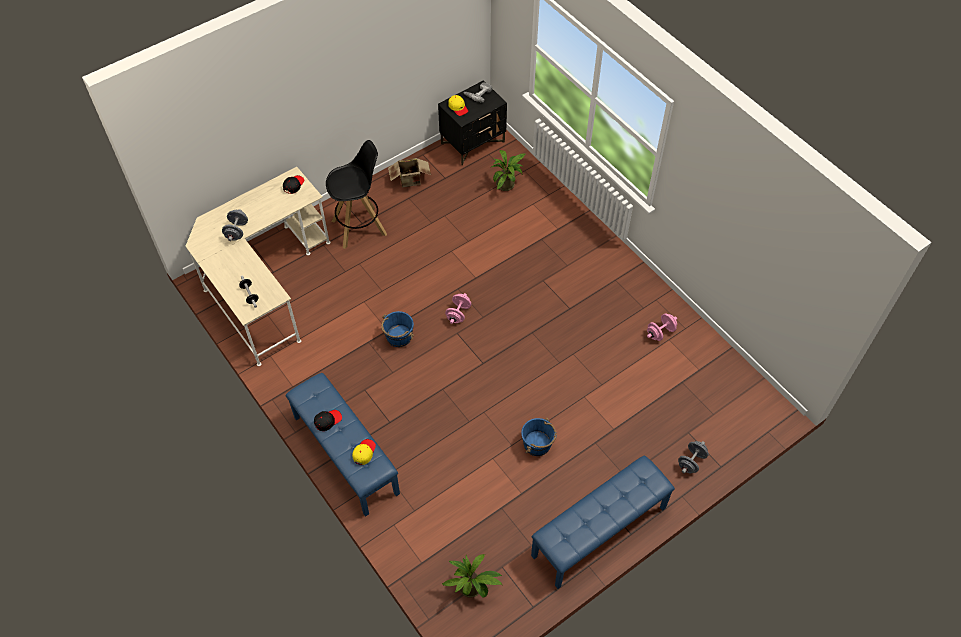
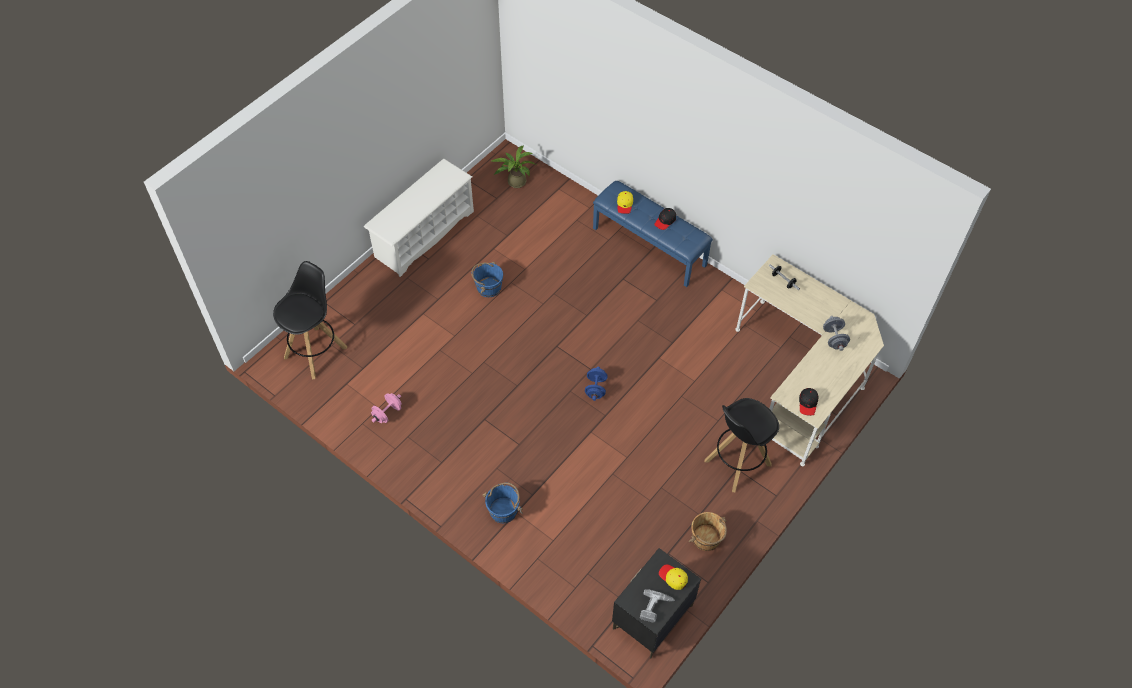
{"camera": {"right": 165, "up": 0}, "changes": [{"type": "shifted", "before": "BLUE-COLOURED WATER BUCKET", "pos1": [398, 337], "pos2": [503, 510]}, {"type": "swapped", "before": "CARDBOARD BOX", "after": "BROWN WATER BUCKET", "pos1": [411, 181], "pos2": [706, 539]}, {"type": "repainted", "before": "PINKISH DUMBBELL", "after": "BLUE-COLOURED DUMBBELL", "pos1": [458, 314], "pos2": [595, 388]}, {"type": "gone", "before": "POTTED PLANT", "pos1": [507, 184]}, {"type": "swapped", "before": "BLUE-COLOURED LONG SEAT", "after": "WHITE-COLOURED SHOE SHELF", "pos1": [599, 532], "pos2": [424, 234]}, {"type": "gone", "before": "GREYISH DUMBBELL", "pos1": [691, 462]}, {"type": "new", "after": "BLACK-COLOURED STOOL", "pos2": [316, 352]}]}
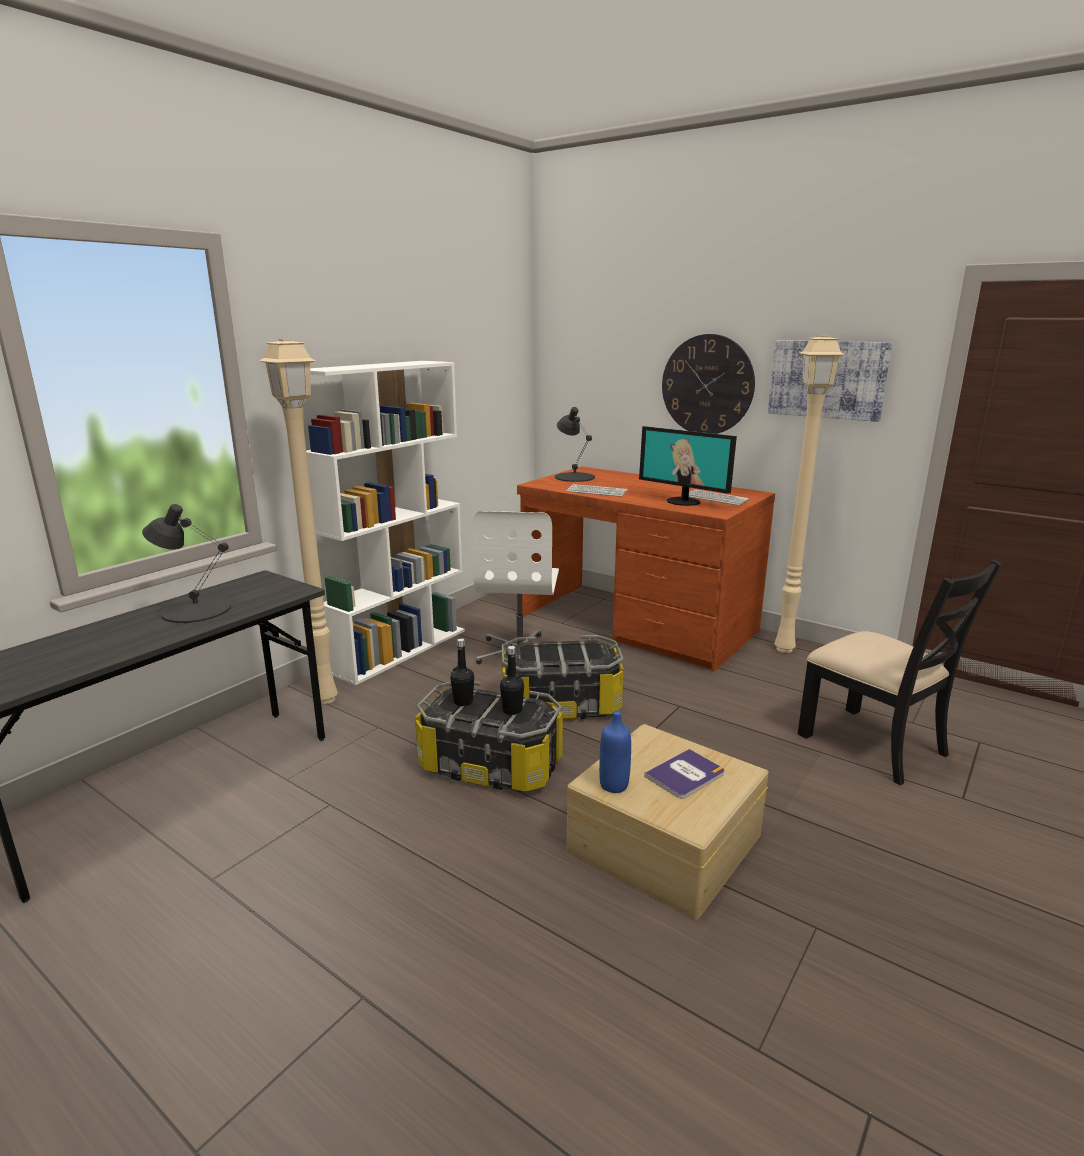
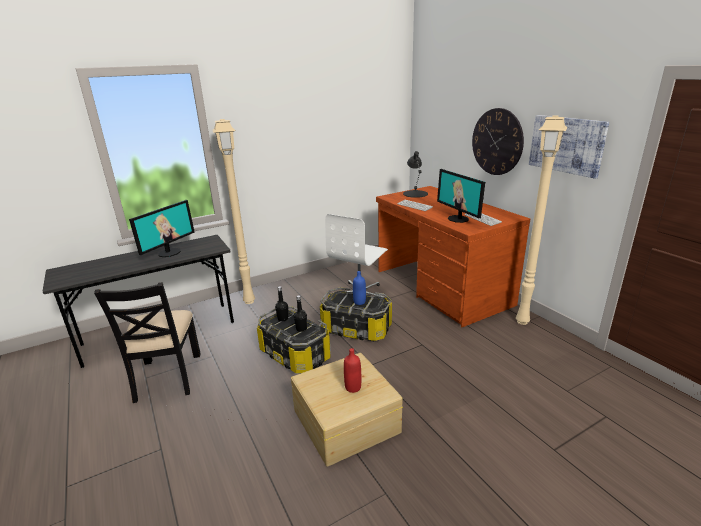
{"camera": {"right": 25, "up": 5}, "changes": [{"type": "swapped", "before": "BLACK-COLOURED TABLE LAMP", "after": "MONITOR", "pos1": [195, 610], "pos2": [169, 252]}, {"type": "gone", "before": "WHITE-COLOURED BOOKCASE", "pos1": [399, 650]}, {"type": "shifted", "before": "BLUE-COLOURED BEVERAGE BOTTLE", "pos1": [614, 785], "pos2": [359, 302]}, {"type": "swapped", "before": "BOOK", "after": "REDDISH BEVERAGE BOTTLE", "pos1": [685, 775], "pos2": [353, 387]}, {"type": "shifted", "before": "BLACK-COLOURED PLAIN CHAIR", "pos1": [874, 744], "pos2": [167, 377]}]}
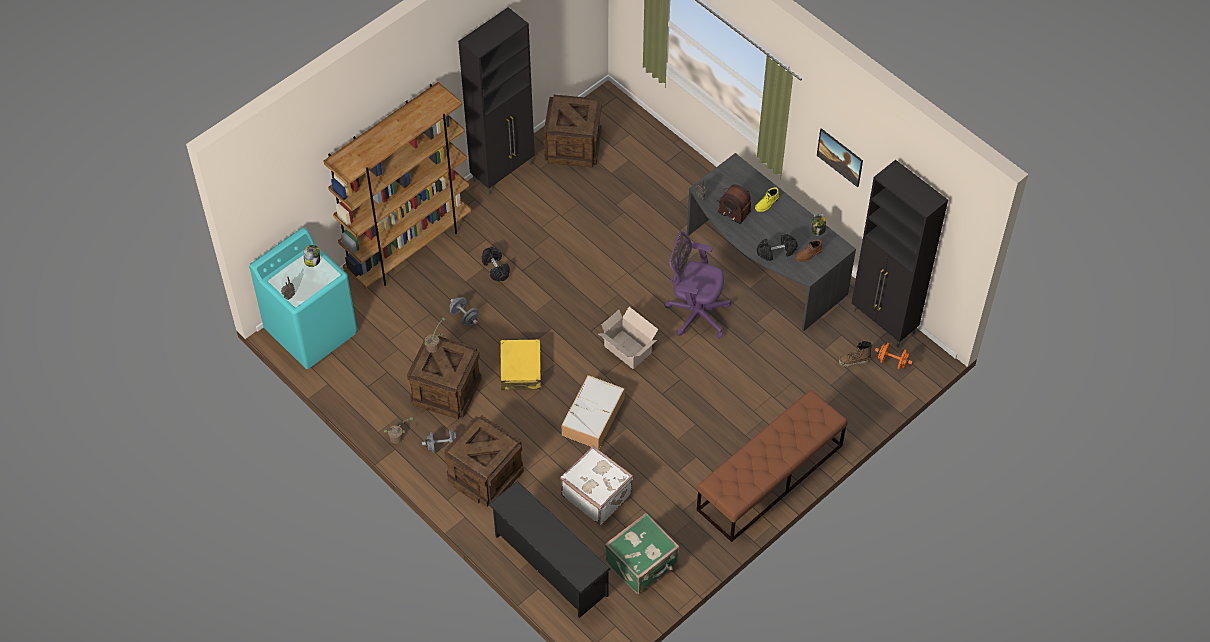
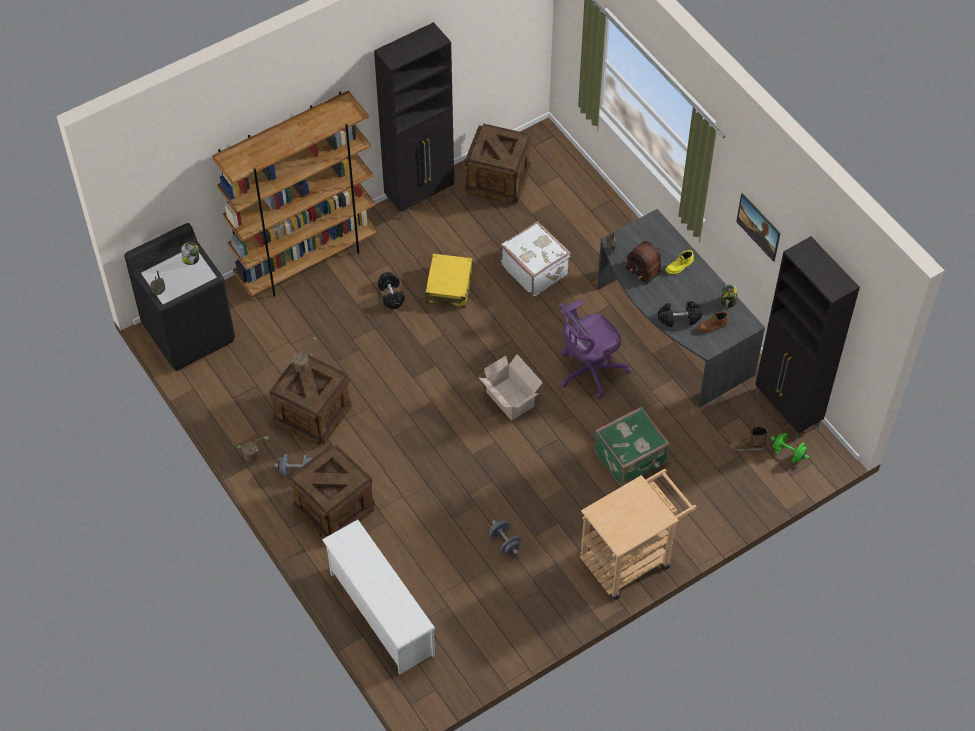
{"camera": {"right": 10, "up": 0}, "changes": [{"type": "repainted", "before": "TURQUOISE WASHING MACHINE", "after": "BLACK-COLOURED WASHING MACHINE", "pos1": [312, 331], "pos2": [189, 332]}, {"type": "shifted", "before": "GREYISH DUMBBELL", "pos1": [464, 317], "pos2": [505, 542]}, {"type": "repainted", "before": "BLACK-COLOURED SHOE SHELF", "after": "WHITE-COLOURED SHOE SHELF", "pos1": [549, 565], "pos2": [380, 614]}, {"type": "shifted", "before": "YELLOWISH SUITCASE", "pos1": [521, 370], "pos2": [449, 286]}, {"type": "shifted", "before": "WHITE-COLOURED SUITCASE", "pos1": [597, 494], "pos2": [535, 270]}, {"type": "gone", "before": "STORAGE BOX", "pos1": [593, 418]}, {"type": "shifted", "before": "GREEN SUITCASE", "pos1": [643, 564], "pos2": [631, 458]}, {"type": "rotated", "before": "PURPLE-COLOURED OFFICE CHAIR", "pos1": [695, 313], "pos2": [588, 371], "turn": -60}, {"type": "swapped", "before": "BROWN LONG SEAT", "after": "BEIGE-COLOURED CART", "pos1": [769, 478], "pos2": [631, 557]}, {"type": "repainted", "before": "ORANGE DUMBBELL", "after": "GREEN DUMBBELL", "pos1": [892, 361], "pos2": [788, 453]}]}
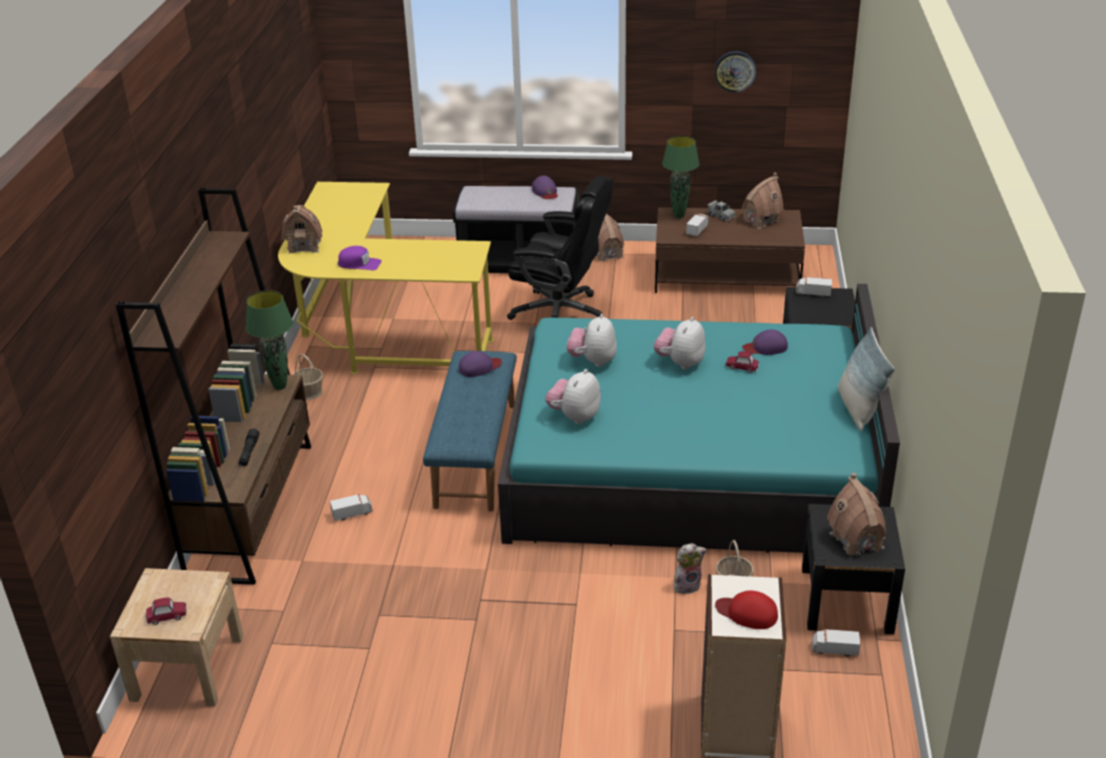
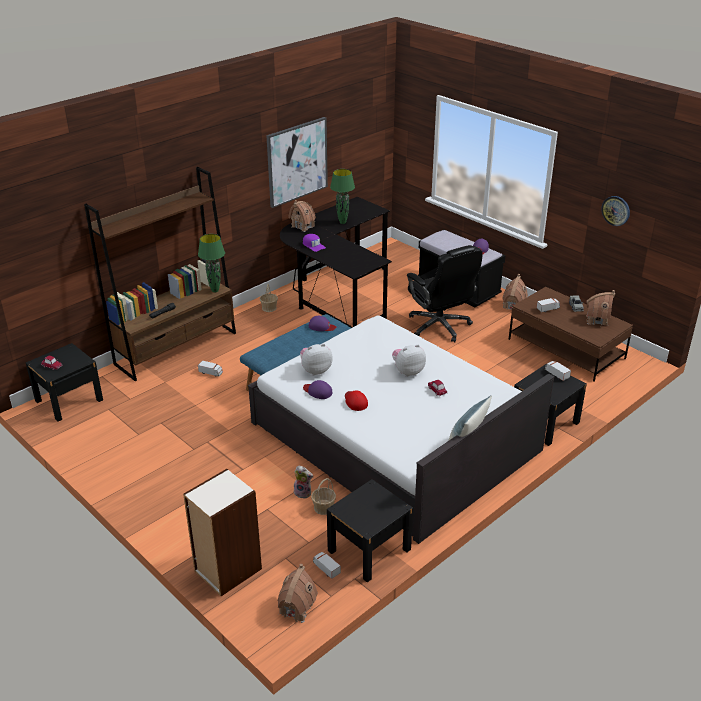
{"camera": {"right": 40, "up": 0}, "changes": [{"type": "repainted", "before": "BEIGE-COLOURED BEDSIDE TABLE", "after": "BLACK-COLOURED BEDSIDE TABLE", "pos1": [187, 668], "pos2": [69, 400]}, {"type": "repainted", "before": "YELLOWISH DESK TABLE", "after": "BLACK-COLOURED DESK TABLE", "pos1": [378, 333], "pos2": [337, 294]}, {"type": "repainted", "before": "TURQUOISE SLEEPING BED", "after": "WHITE-COLOURED SLEEPING BED", "pos1": [691, 462], "pos2": [394, 436]}, {"type": "gone", "before": "SOFT TOY", "pos1": [593, 361]}, {"type": "shifted", "before": "GREEN TABLE LAMP", "pos1": [679, 216], "pos2": [343, 222]}, {"type": "shifted", "before": "REDDISH BASEBALL CAP", "pos1": [747, 612], "pos2": [355, 401]}, {"type": "shifted", "before": "PURPLE-COLOURED BASEBALL CAP", "pos1": [765, 347], "pos2": [317, 391]}, {"type": "shifted", "before": "TOY HOUSE", "pos1": [856, 540], "pos2": [296, 608]}, {"type": "new", "after": "WALL ART", "pos2": [297, 161]}]}
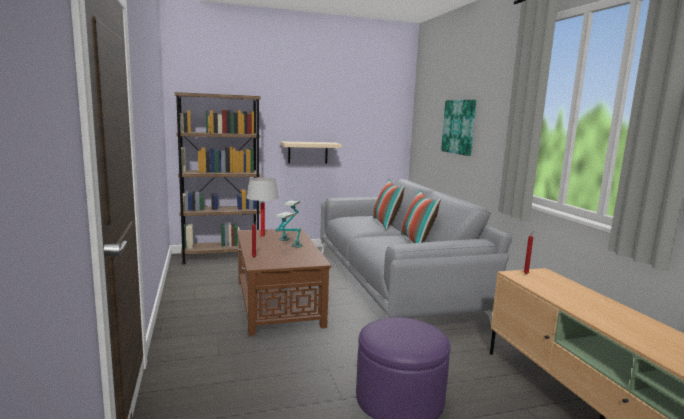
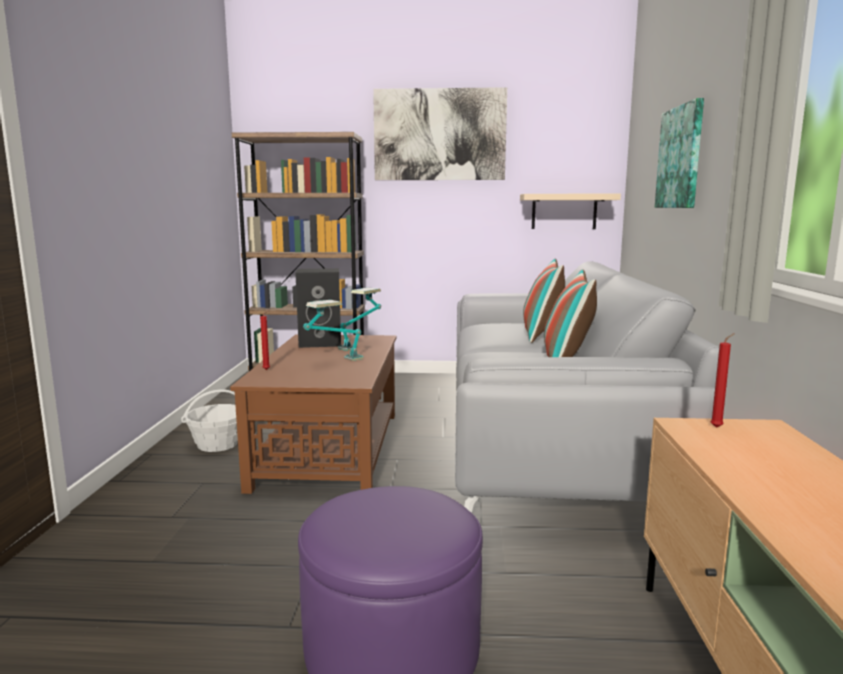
{"camera": {"right": 20, "up": 0}, "changes": [{"type": "swapped", "before": "WHITE-COLOURED TABLE LAMP", "after": "BLACK-COLOURED AUDIO SPEAKER", "pos1": [262, 236], "pos2": [321, 342]}, {"type": "shifted", "before": "BEIGE-COLOURED WALL SHELF", "pos1": [308, 152], "pos2": [564, 211]}, {"type": "new", "after": "STORAGE BASKET", "pos2": [218, 444]}, {"type": "new", "after": "WALL ART", "pos2": [439, 135]}]}
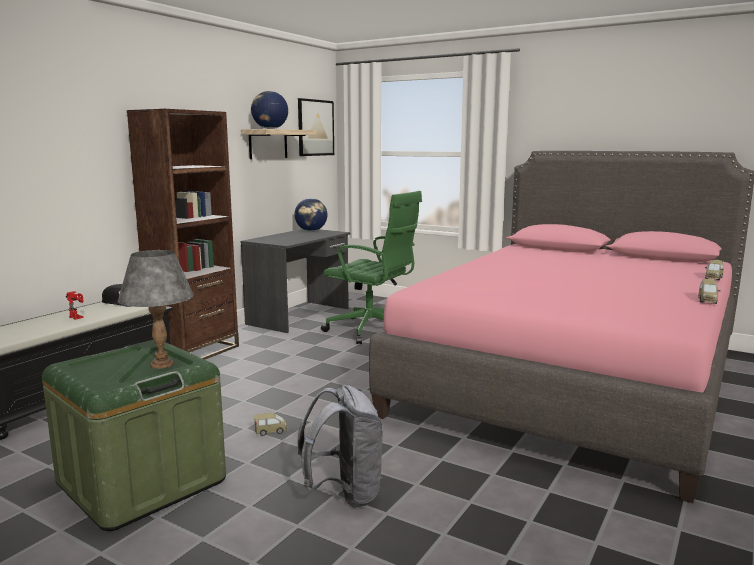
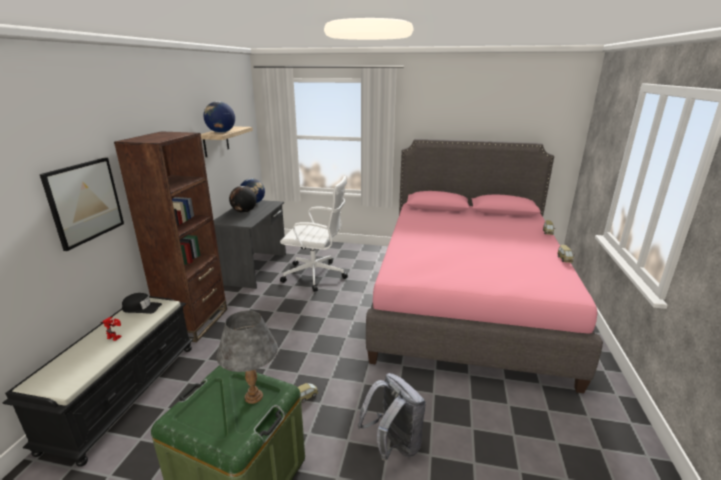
{"camera": {"right": -20, "up": 10}, "changes": [{"type": "shifted", "before": "WALL ART", "pos1": [315, 128], "pos2": [85, 201]}, {"type": "repainted", "before": "GREEN OFFICE CHAIR", "after": "WHITE-COLOURED OFFICE CHAIR", "pos1": [372, 330], "pos2": [316, 275]}, {"type": "new", "after": "DESK GLOBE", "pos2": [244, 212]}]}
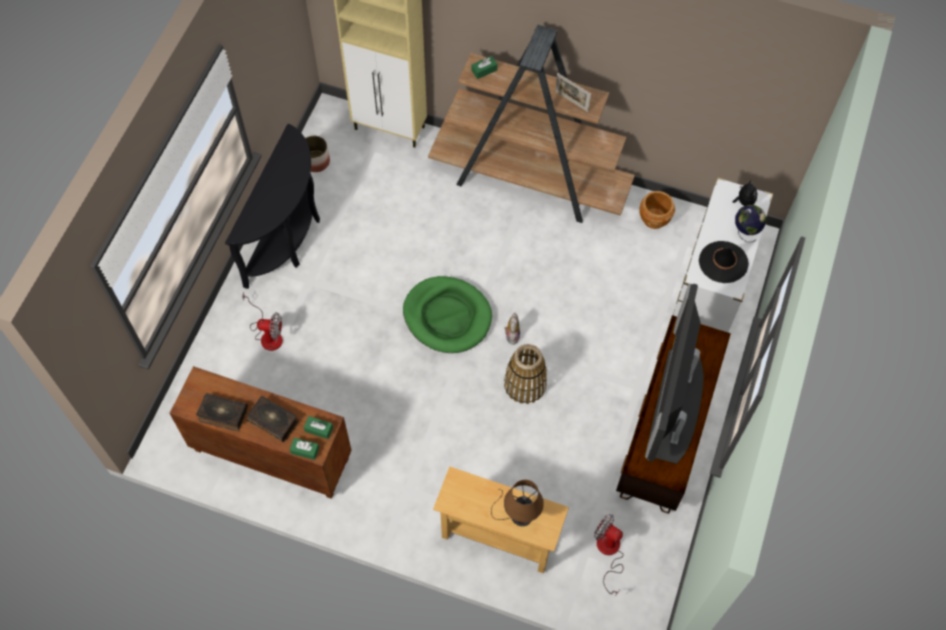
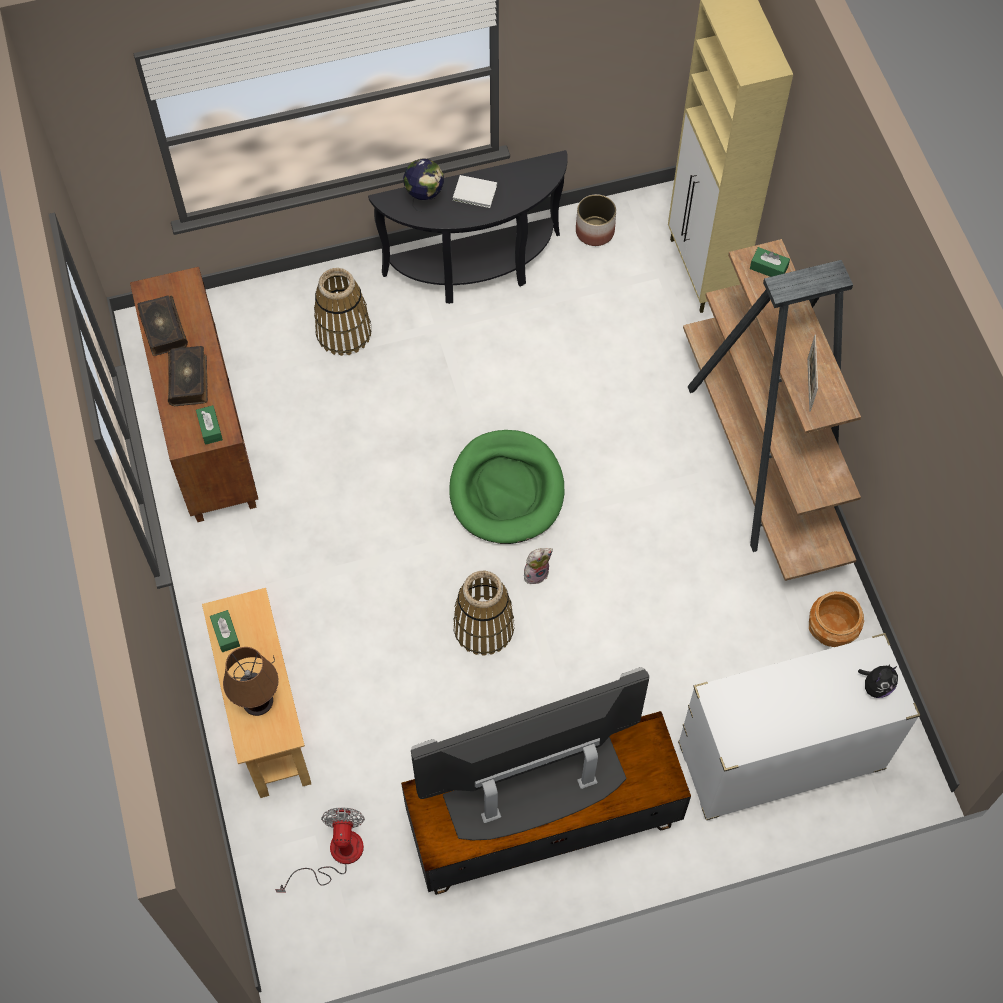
{"camera": {"right": 55, "up": 0}, "changes": [{"type": "swapped", "before": "COOLING FAN", "after": "STORAGE BASKET", "pos1": [267, 334], "pos2": [344, 332]}, {"type": "shifted", "before": "GREEN TISSUE BOX", "pos1": [305, 450], "pos2": [226, 634]}, {"type": "gone", "before": "BLACK-COLOURED HAT", "pos1": [723, 262]}, {"type": "shifted", "before": "DESK GLOBE", "pos1": [745, 232], "pos2": [425, 198]}, {"type": "new", "after": "WHITE-COLOURED BOOK", "pos2": [475, 193]}]}
